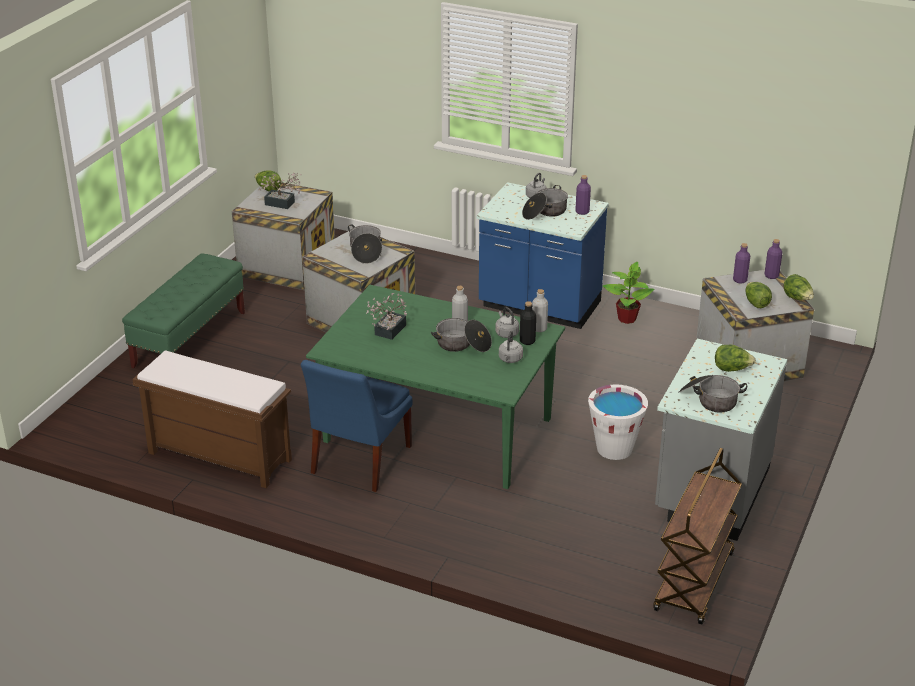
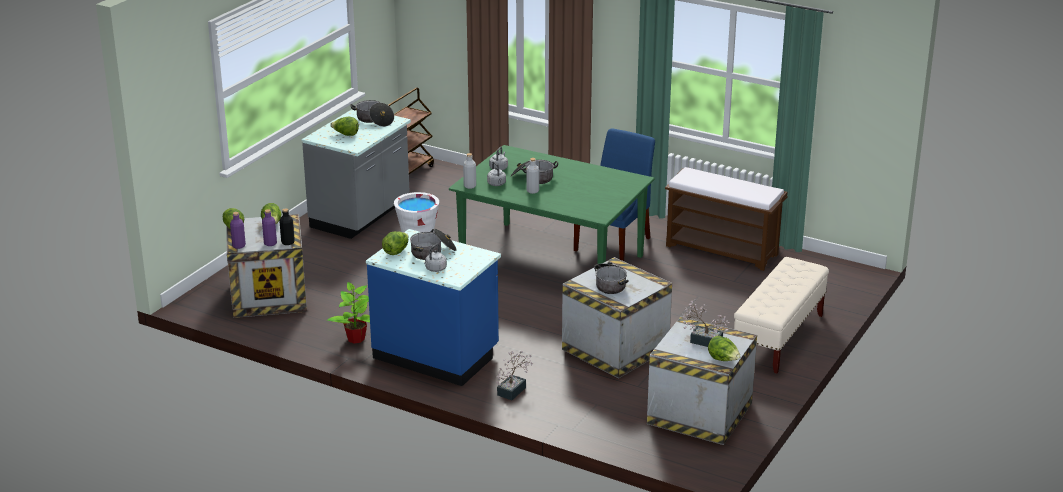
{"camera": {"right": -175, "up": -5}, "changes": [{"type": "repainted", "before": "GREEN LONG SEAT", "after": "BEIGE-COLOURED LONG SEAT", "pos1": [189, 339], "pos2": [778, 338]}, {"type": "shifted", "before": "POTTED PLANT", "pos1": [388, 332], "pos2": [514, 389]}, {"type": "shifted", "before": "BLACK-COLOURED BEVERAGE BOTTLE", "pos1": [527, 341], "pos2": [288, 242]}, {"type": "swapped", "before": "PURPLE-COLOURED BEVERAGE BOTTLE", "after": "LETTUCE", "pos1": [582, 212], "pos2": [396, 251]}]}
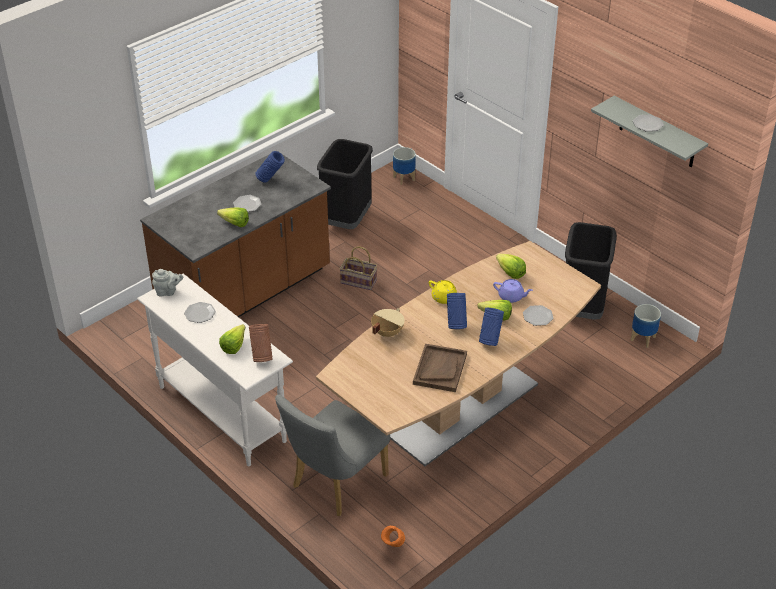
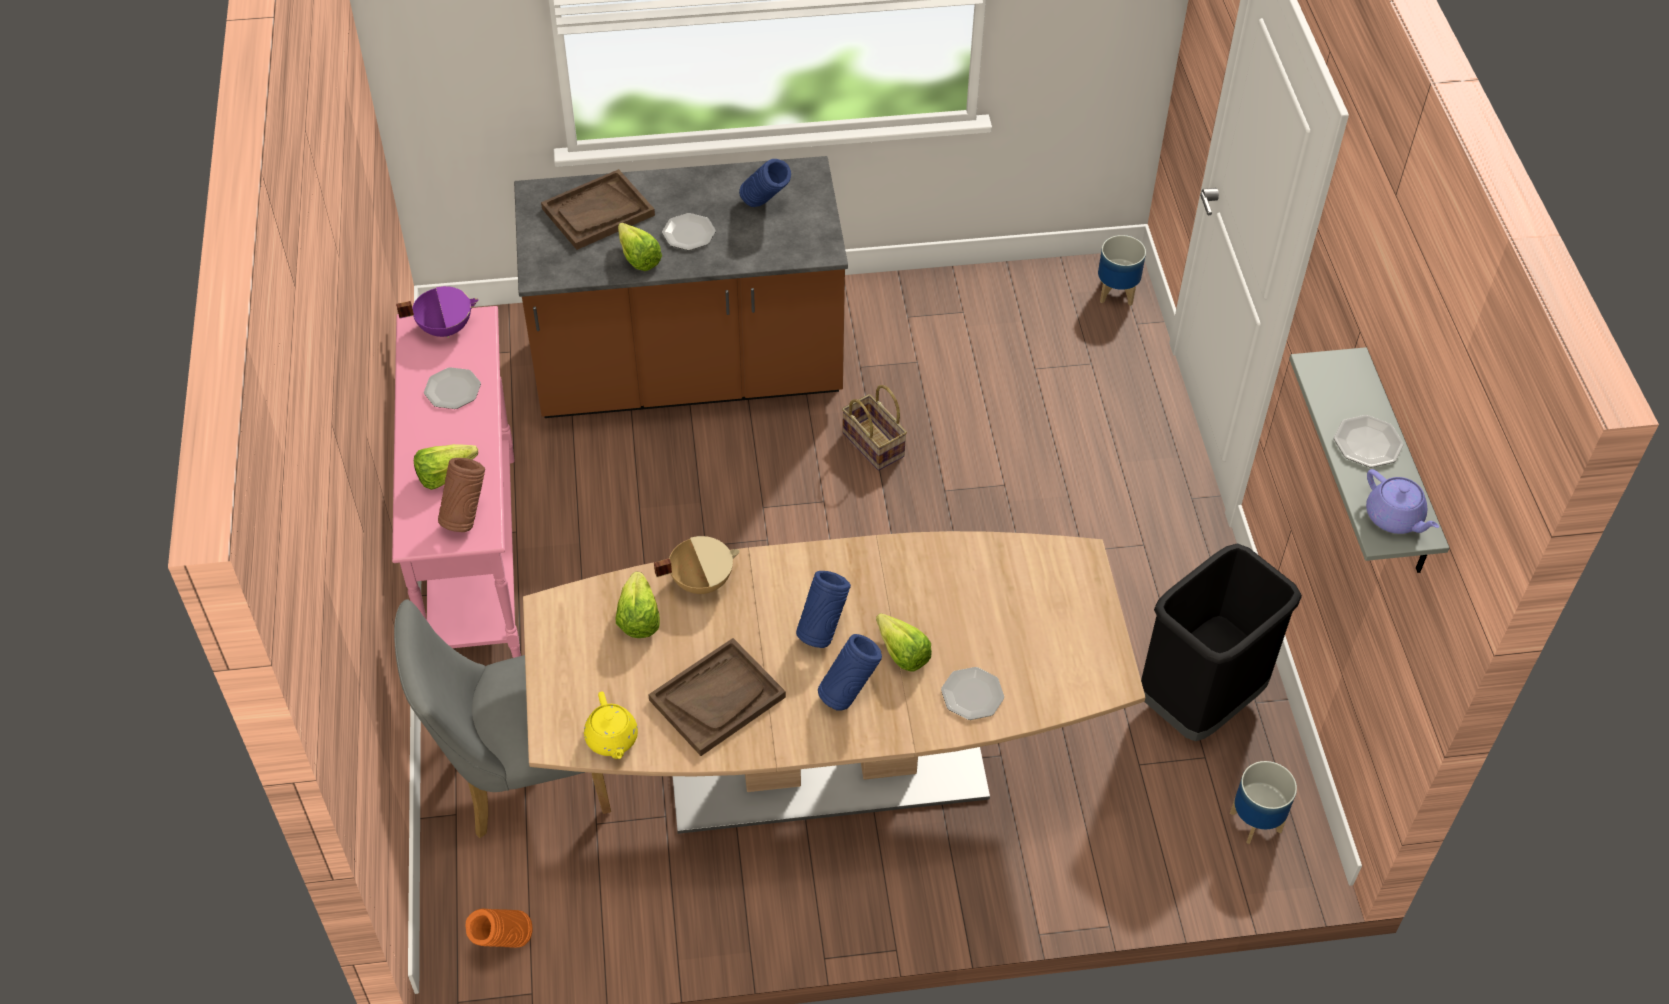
{"camera": {"right": 35, "up": 10}, "changes": [{"type": "repainted", "before": "WHITE-COLOURED CONSOLE TABLE", "after": "PINKISH CONSOLE TABLE", "pos1": [222, 413], "pos2": [475, 559]}, {"type": "swapped", "before": "GREYISH TEA POT", "after": "PURPLE-COLOURED STOCKPOT", "pos1": [168, 292], "pos2": [445, 327]}, {"type": "gone", "before": "BLACK-COLOURED TRASH CAN", "pos1": [346, 220]}, {"type": "shifted", "before": "YELLOWISH TEA POT", "pos1": [444, 298], "pos2": [612, 739]}, {"type": "shifted", "before": "PURPLE-COLOURED TEA POT", "pos1": [511, 297], "pos2": [1394, 518]}, {"type": "shifted", "before": "LETTUCE", "pos1": [510, 273], "pos2": [638, 618]}, {"type": "new", "after": "BROWN SERVING TRAY", "pos2": [598, 212]}]}
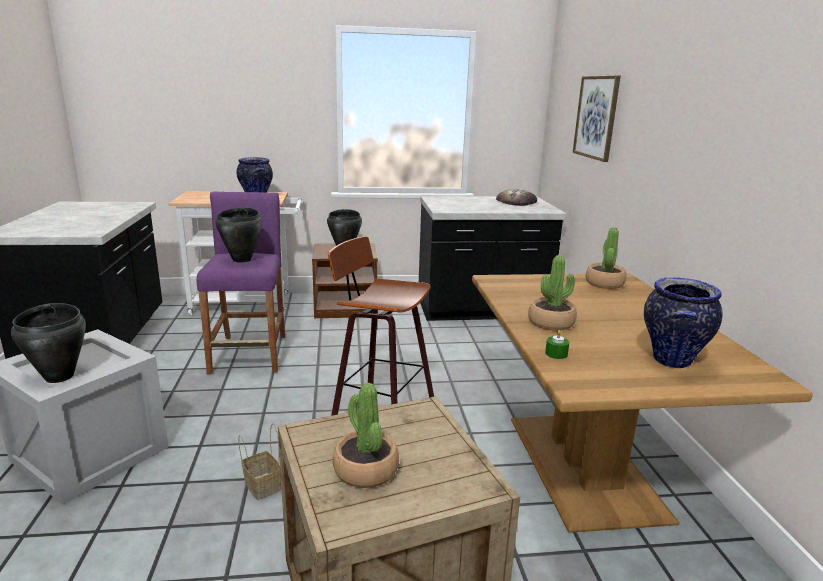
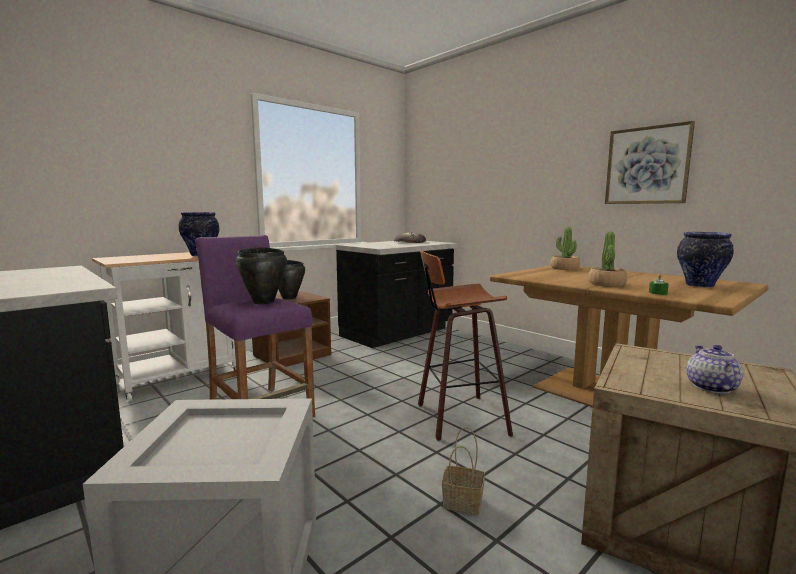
{"camera": {"right": -35, "up": -10}, "changes": [{"type": "gone", "before": "BLACK-COLOURED STOCKPOT", "pos1": [60, 376]}, {"type": "swapped", "before": "POTTED PLANT", "after": "TEA POT", "pos1": [365, 470], "pos2": [710, 387]}, {"type": "shifted", "before": "WALL ART", "pos1": [596, 117], "pos2": [647, 165]}]}
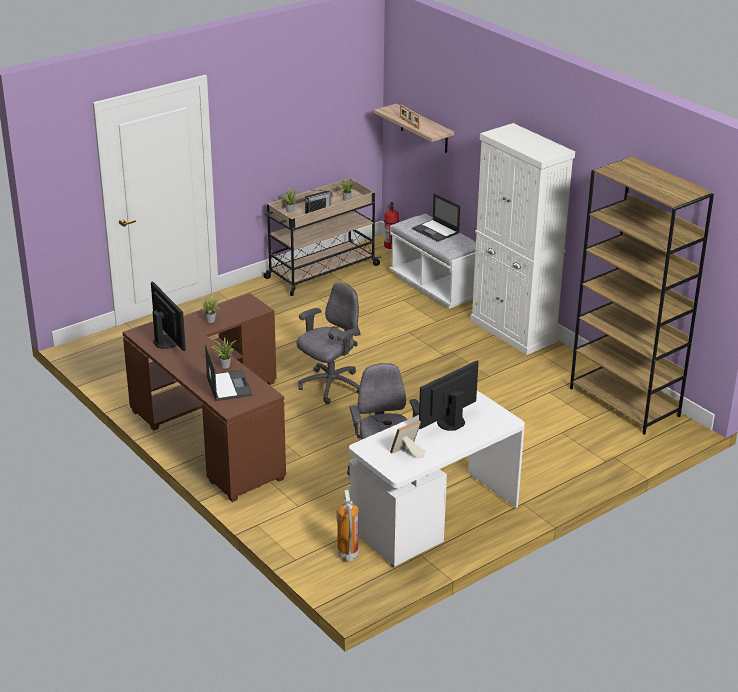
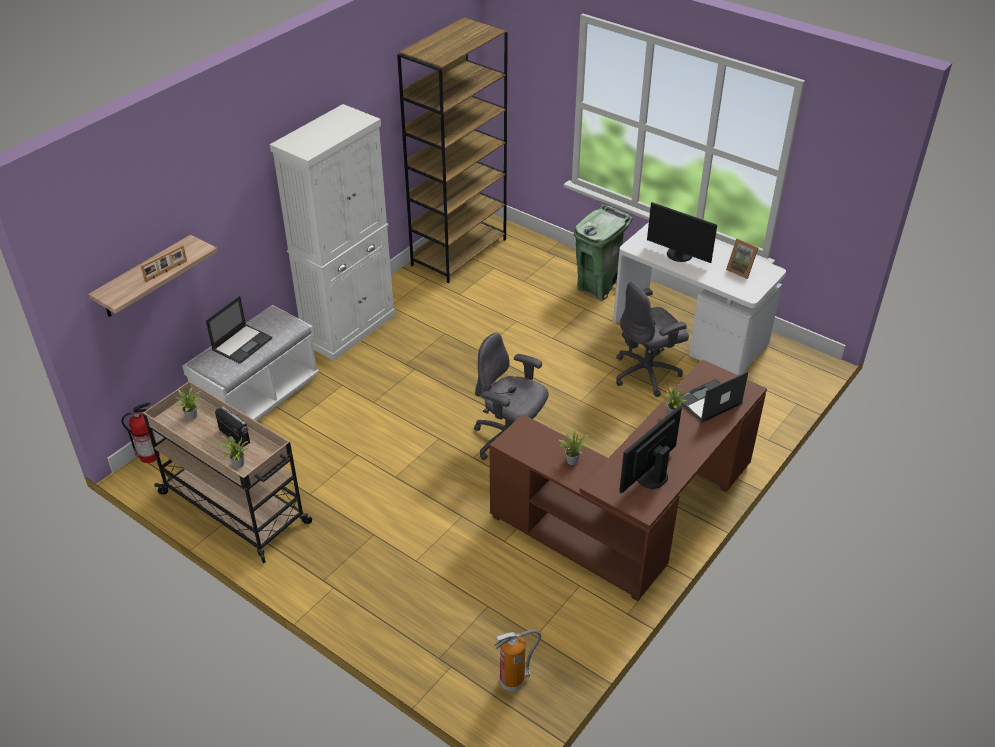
{"camera": {"right": -105, "up": 10}, "changes": [{"type": "shifted", "before": "FIRE EXTINGUISHER", "pos1": [348, 555], "pos2": [513, 681]}, {"type": "new", "after": "GREEN TRASH CAN", "pos2": [598, 287]}]}
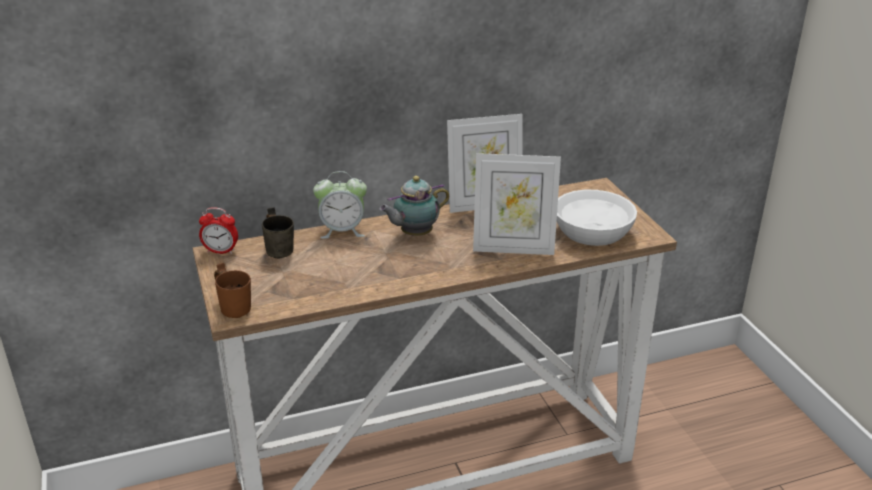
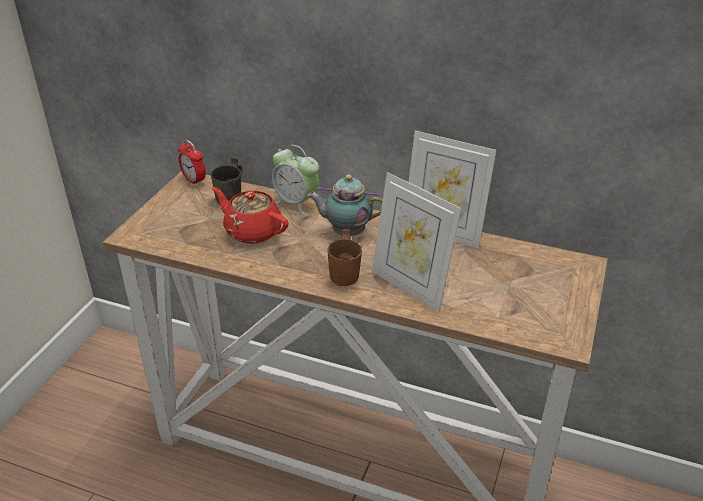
{"camera": {"right": 40, "up": 5}, "changes": [{"type": "shifted", "before": "BROWN TEA MUG", "pos1": [236, 306], "pos2": [348, 274]}, {"type": "gone", "before": "WHITE-COLOURED BOWL", "pos1": [591, 231]}, {"type": "new", "after": "REDDISH TEA POT", "pos2": [252, 231]}]}
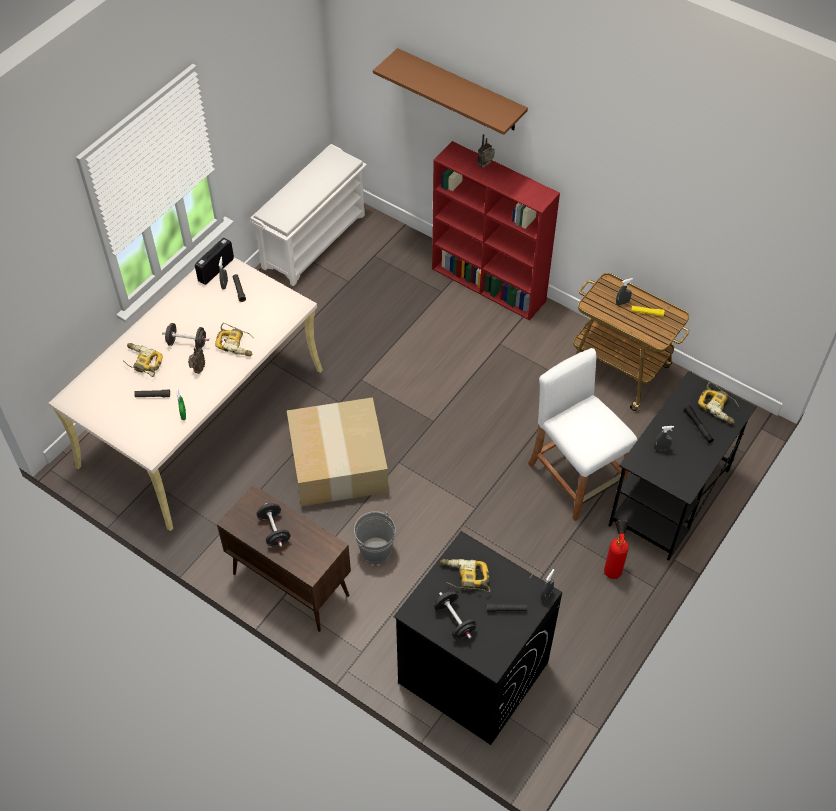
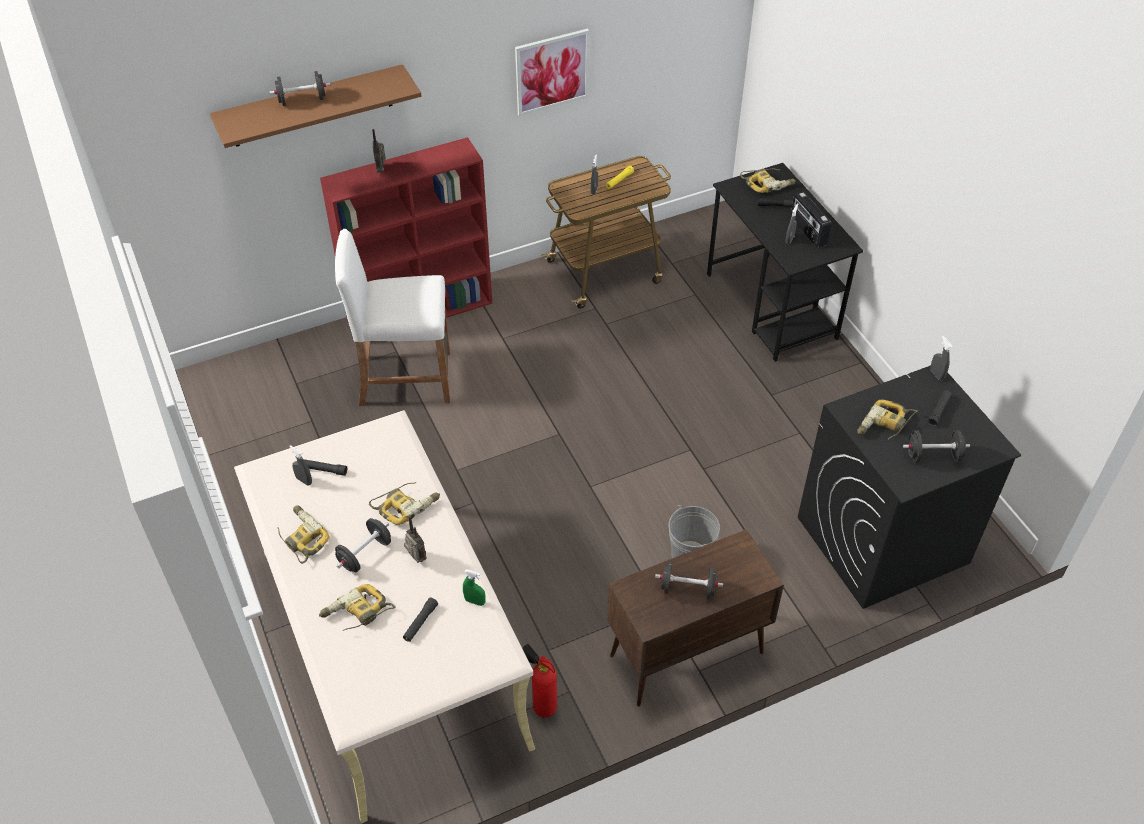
{"camera": {"right": -60, "up": -5}, "changes": [{"type": "shifted", "before": "RADIO RECEIVER", "pos1": [215, 269], "pos2": [807, 231]}, {"type": "gone", "before": "WHITE-COLOURED SHOE SHELF", "pos1": [314, 240]}, {"type": "gone", "before": "CARDBOARD BOX", "pos1": [336, 462]}, {"type": "shifted", "before": "WHITE-COLOURED STOOL", "pos1": [575, 477], "pos2": [405, 378]}, {"type": "shifted", "before": "FIRE EXTINGUISHER", "pos1": [612, 568], "pos2": [540, 705]}, {"type": "new", "after": "BLACK-COLOURED DUMBBELL", "pos2": [302, 100]}, {"type": "new", "after": "DRILL", "pos2": [301, 537]}, {"type": "new", "after": "WALL ART", "pos2": [552, 71]}]}
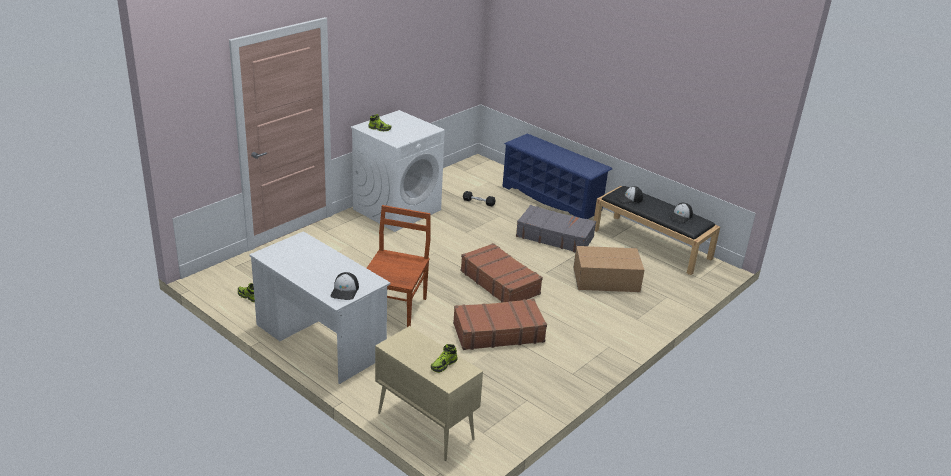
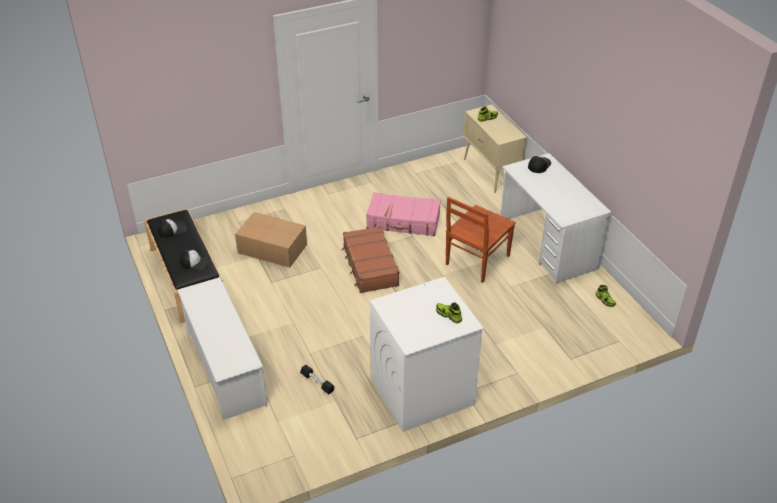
{"camera": {"right": -155, "up": 10}, "changes": [{"type": "repainted", "before": "BROWN SUITCASE", "after": "PINKISH SUITCASE", "pos1": [498, 332], "pos2": [403, 221]}, {"type": "repainted", "before": "BLUE-COLOURED SHOE SHELF", "after": "WHITE-COLOURED SHOE SHELF", "pos1": [552, 199], "pos2": [225, 368]}, {"type": "gone", "before": "GREYISH SUITCASE", "pos1": [555, 236]}]}
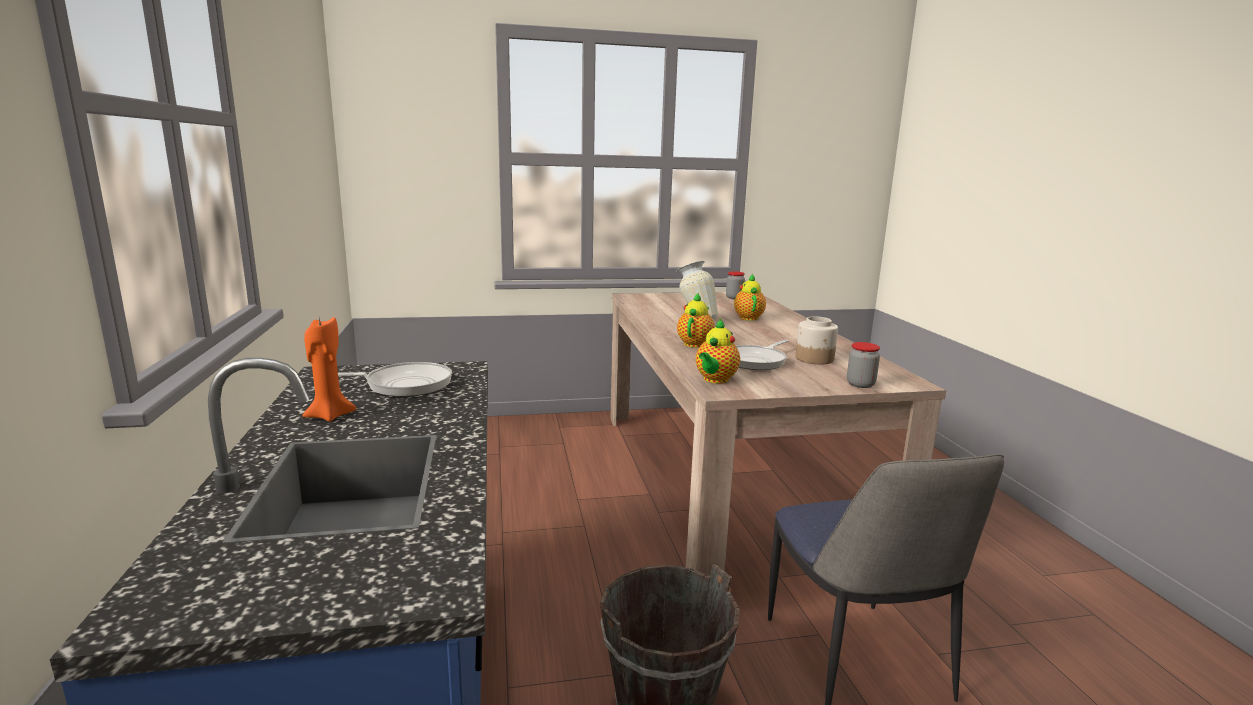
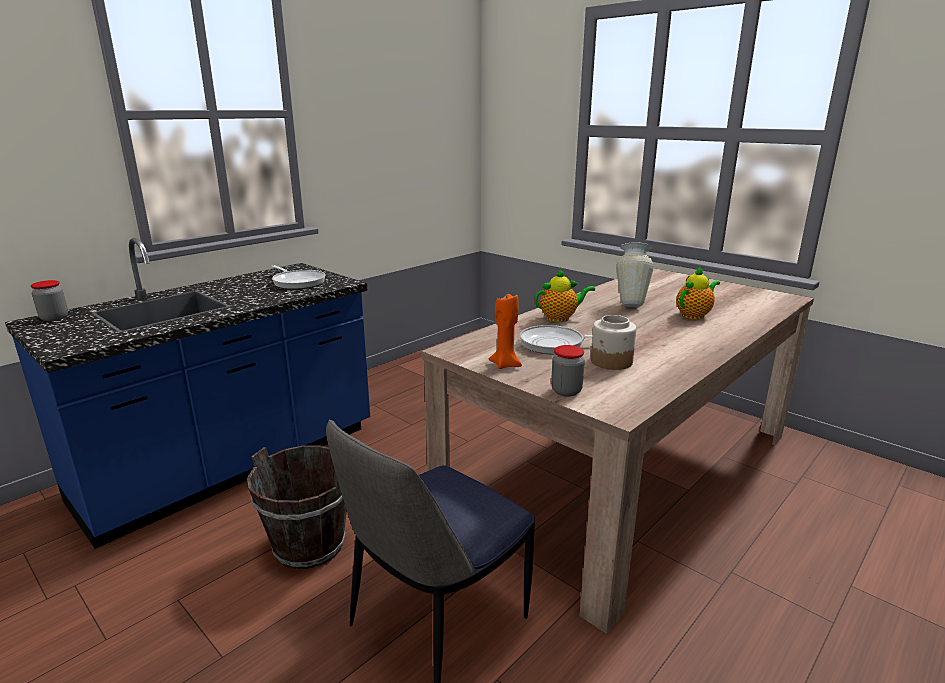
{"camera": {"right": 55, "up": 5}, "changes": [{"type": "shifted", "before": "ORANGE WAX CANDLE", "pos1": [329, 415], "pos2": [505, 364]}, {"type": "gone", "before": "TEA POT", "pos1": [715, 380]}, {"type": "shifted", "before": "PRESERVE JAR", "pos1": [734, 298], "pos2": [54, 318]}]}
